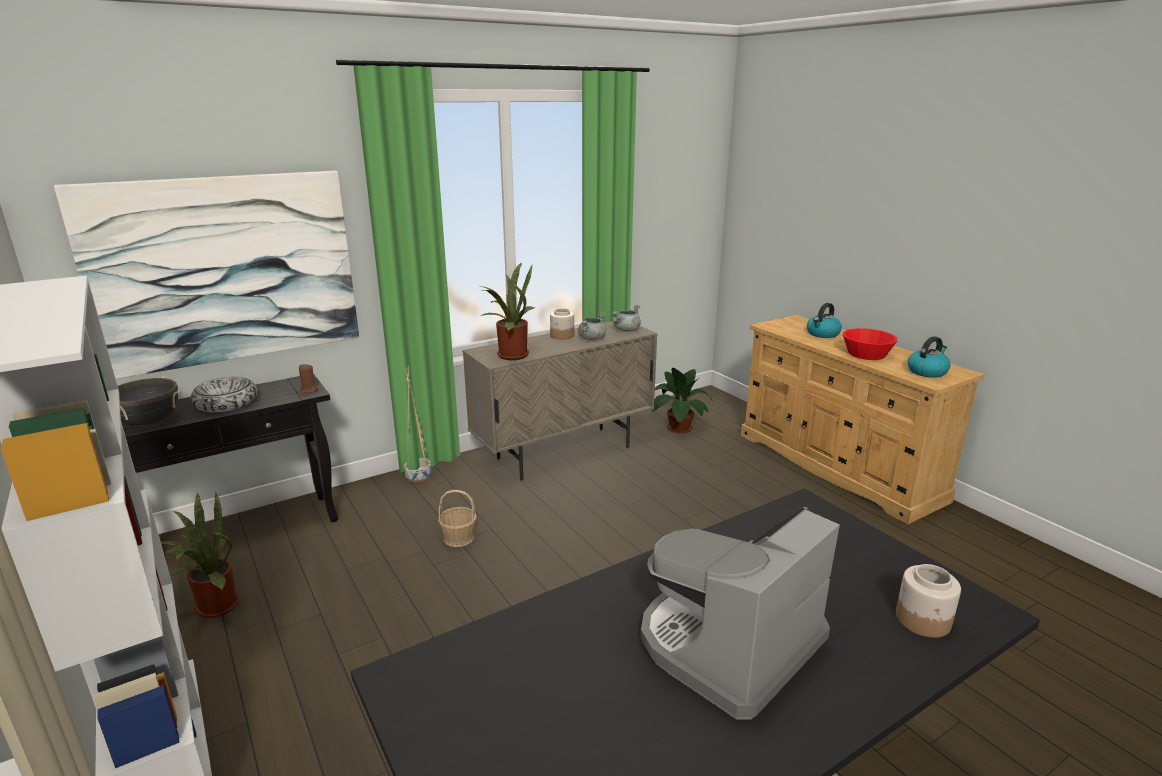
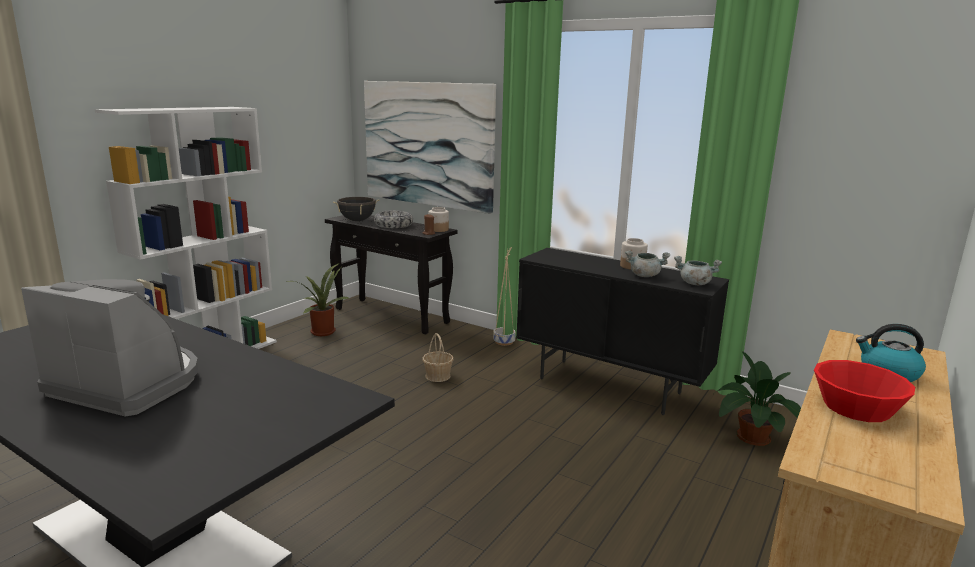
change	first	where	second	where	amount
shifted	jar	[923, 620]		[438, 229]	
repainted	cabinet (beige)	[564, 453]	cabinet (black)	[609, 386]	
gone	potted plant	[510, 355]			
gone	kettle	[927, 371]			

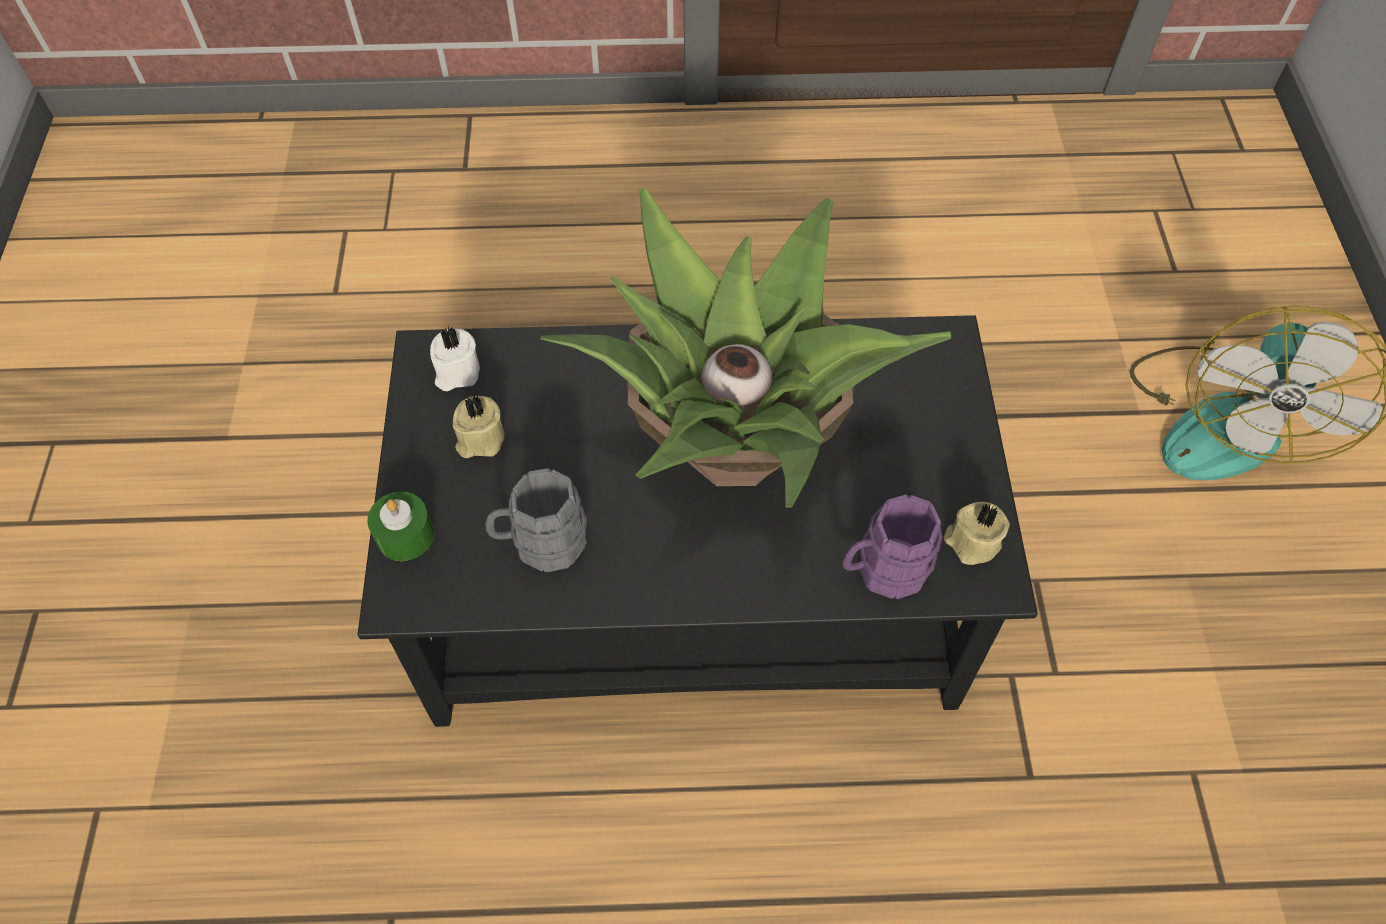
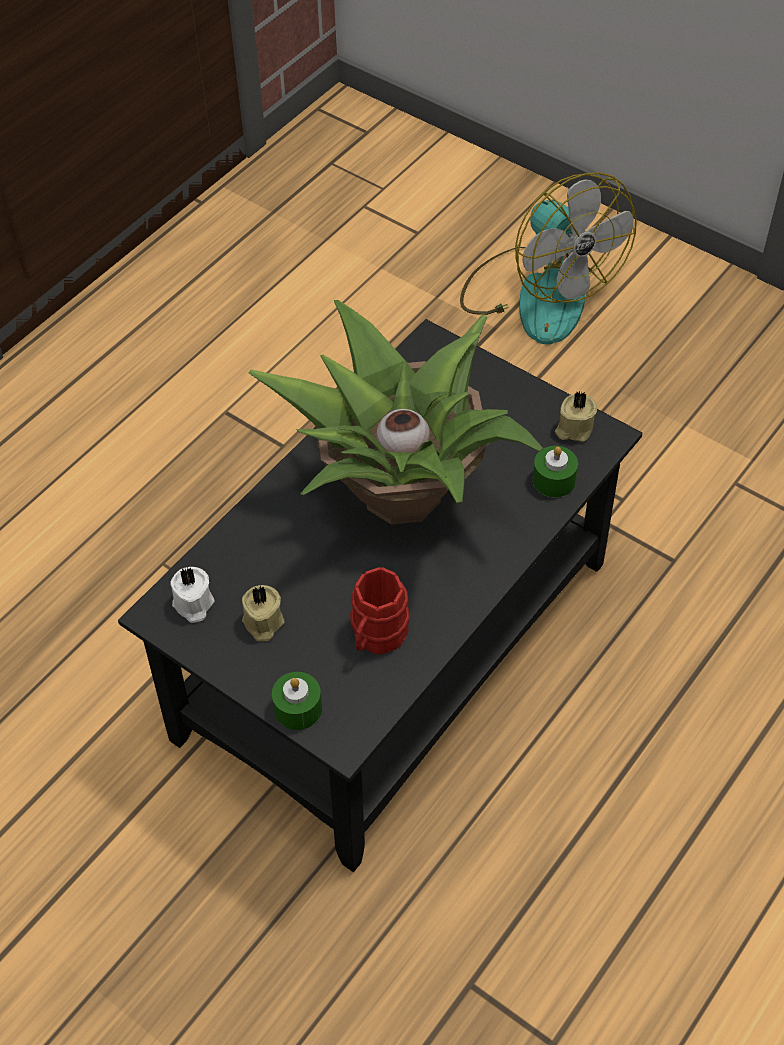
change	first	where	second	where	amount
repainted	mug (grey)	[541, 543]	mug (red)	[376, 636]	
swapped	mug (purple)	[883, 570]	candle (green)	[554, 480]	

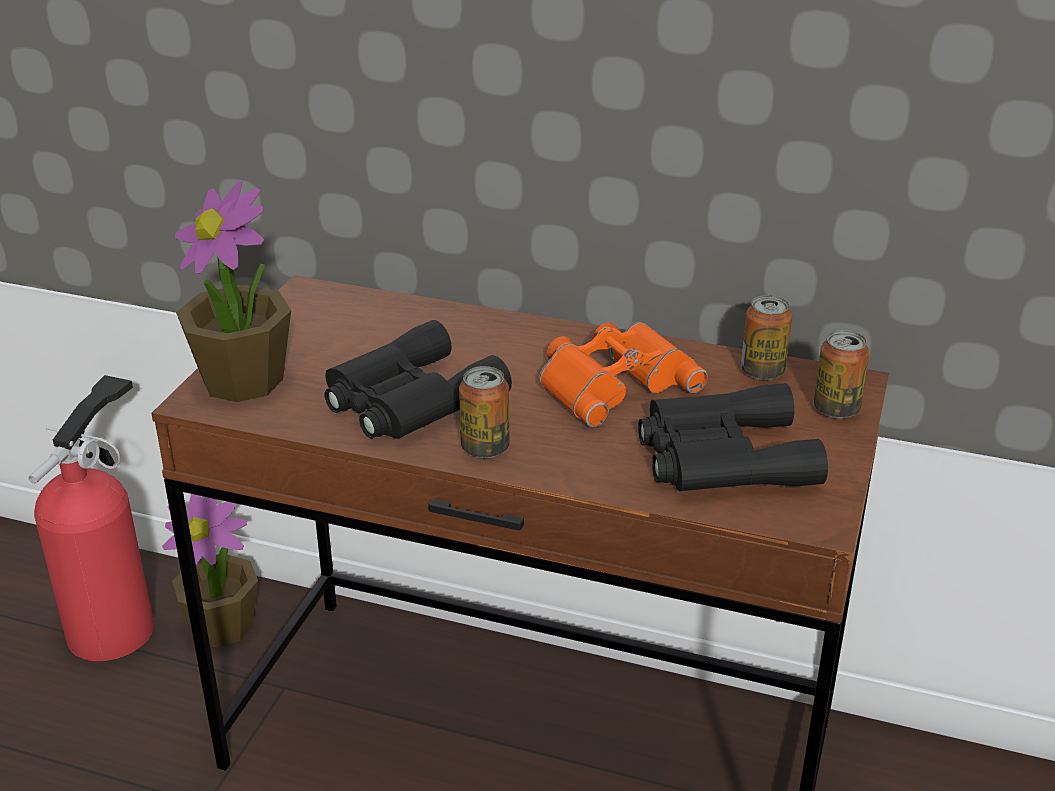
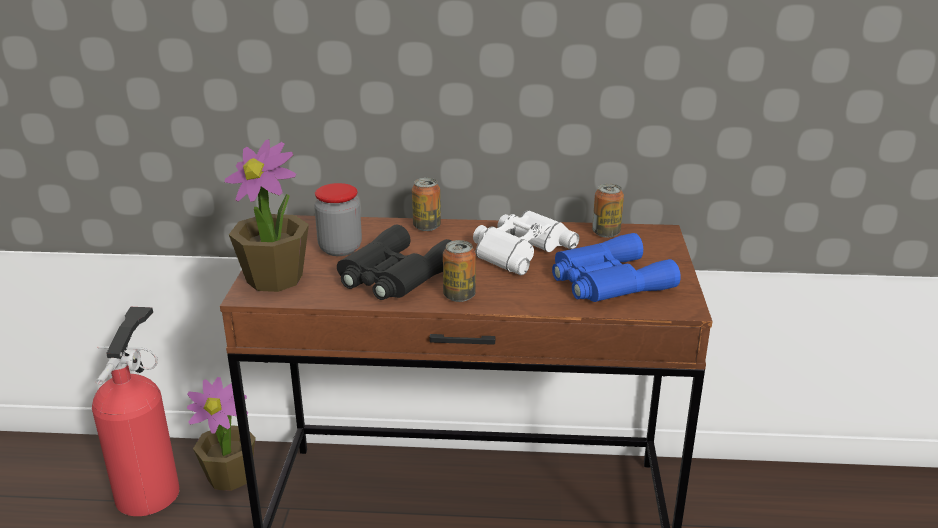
change	first	where	second	where	amount
new			jar	[340, 248]	
shifted	can	[836, 409]		[426, 226]	
repainted	binoculars (orange)	[613, 381]	binoculars (white)	[519, 249]	
repainted	binoculars (black)	[720, 456]	binoculars (blue)	[607, 281]	

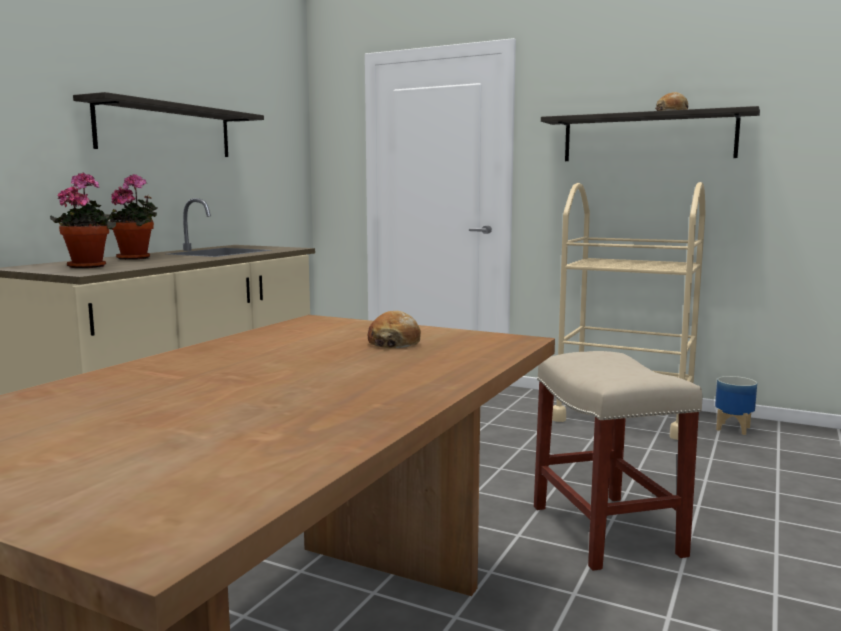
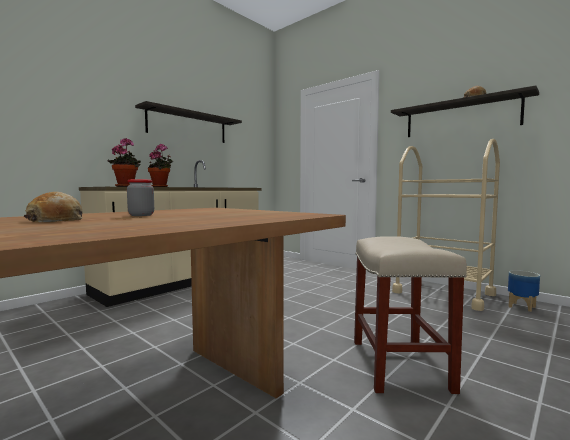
change	first	where	second	where	amount
shifted	bread	[394, 343]		[56, 220]	
new			jar	[141, 215]	

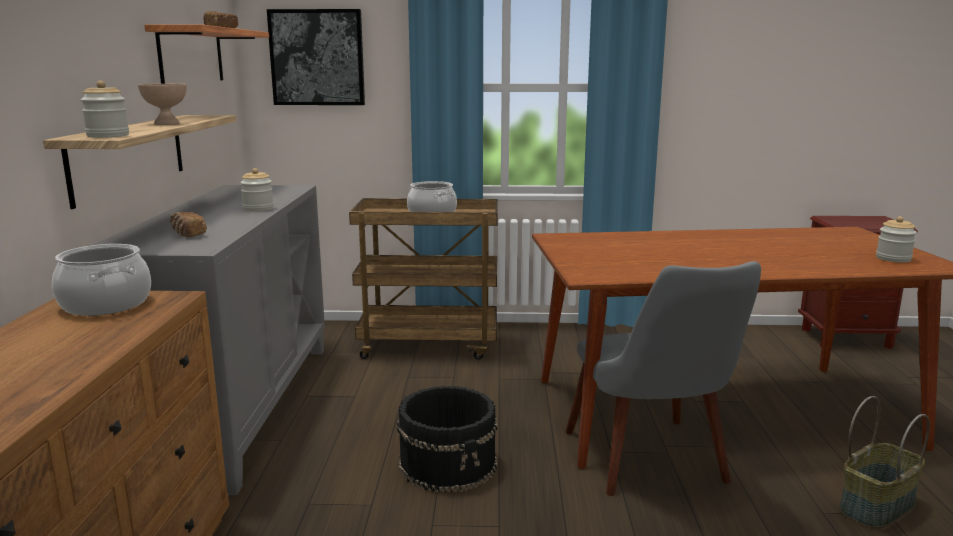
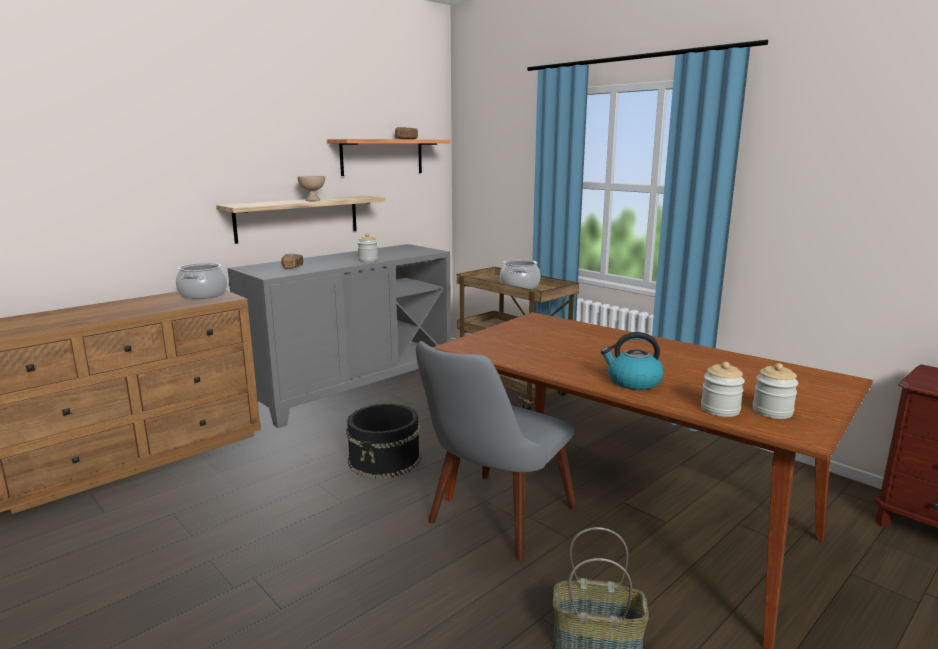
change	first	where	second	where	amount
new			kettle	[633, 382]	
shifted	jar	[108, 136]		[720, 409]	
gone	picture	[317, 57]			

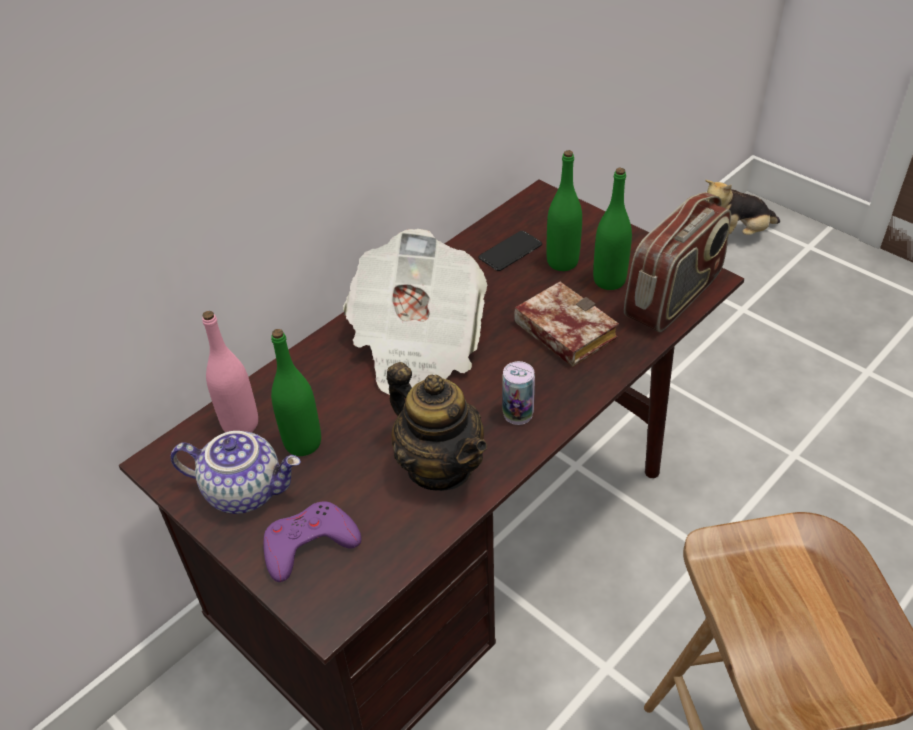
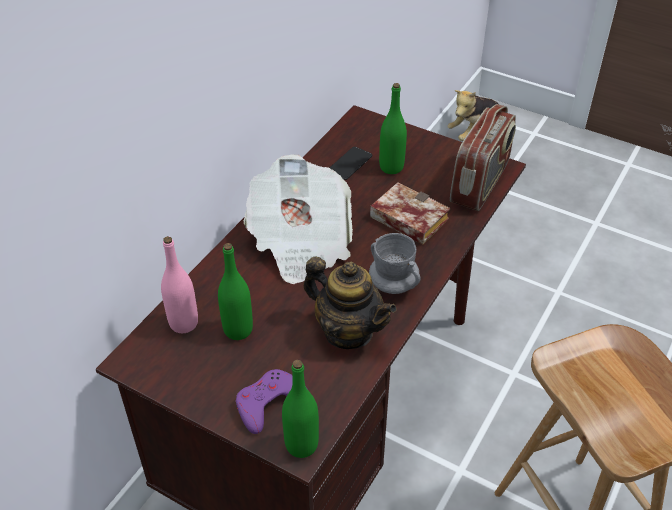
change	first	where	second	where	amount
shifted	bottle (green)	[609, 280]		[301, 445]	
swapped	can	[518, 414]	mug (grey)	[393, 284]	
gone	teapot	[246, 489]			

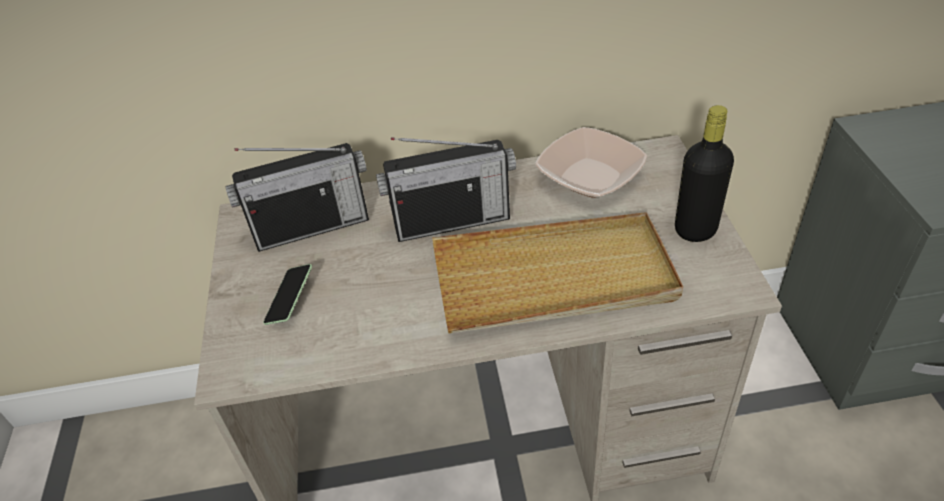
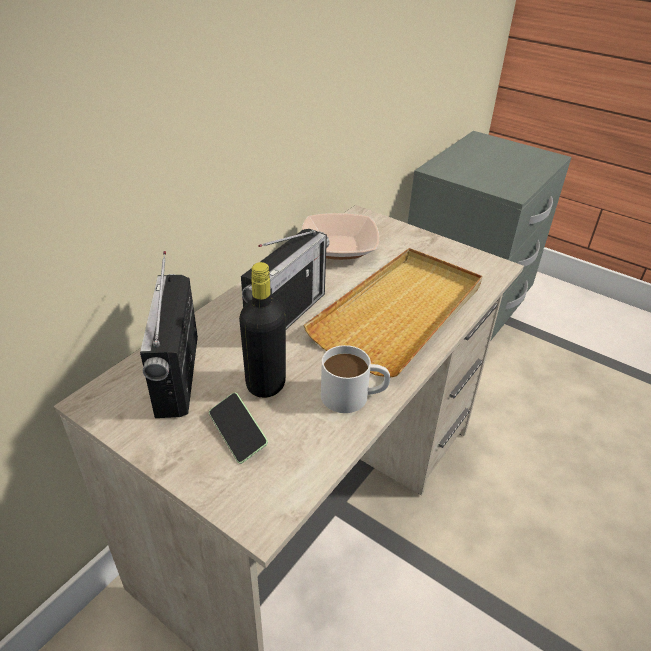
change	first	where	second	where	amount
rotated	radio	[311, 227]		[177, 375]	150 degrees clockwise
shifted	bottle (black)	[695, 230]		[265, 384]	
new			mug (white)	[354, 396]	

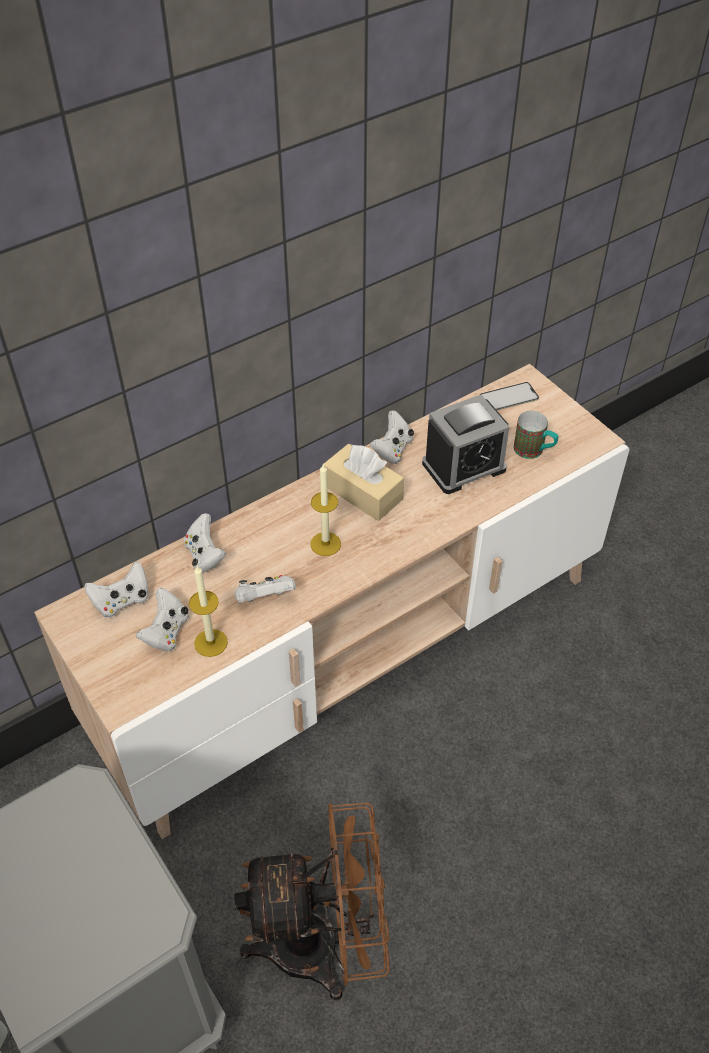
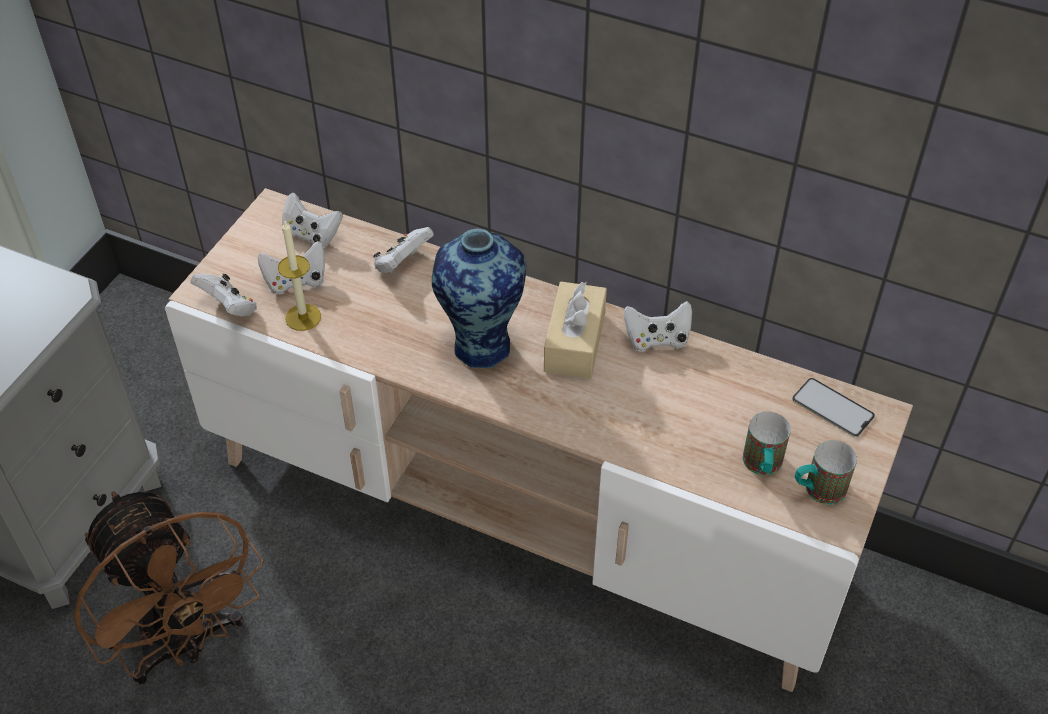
change	first	where	second	where	amount
shifted	game controller (white)	[265, 599]		[229, 308]	
swapped	candle	[325, 544]	vase	[482, 344]	
new			mug	[817, 490]	
gone	alarm clock	[464, 466]			

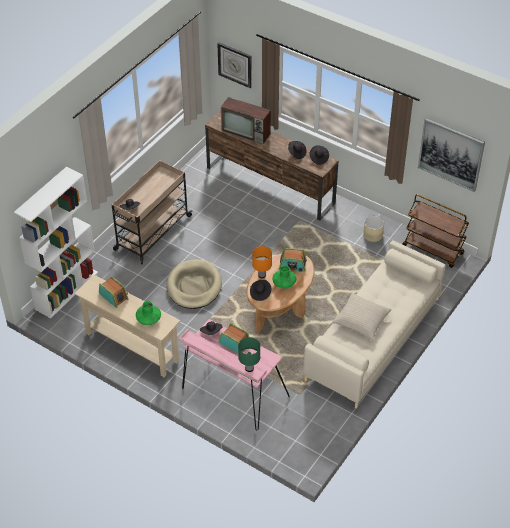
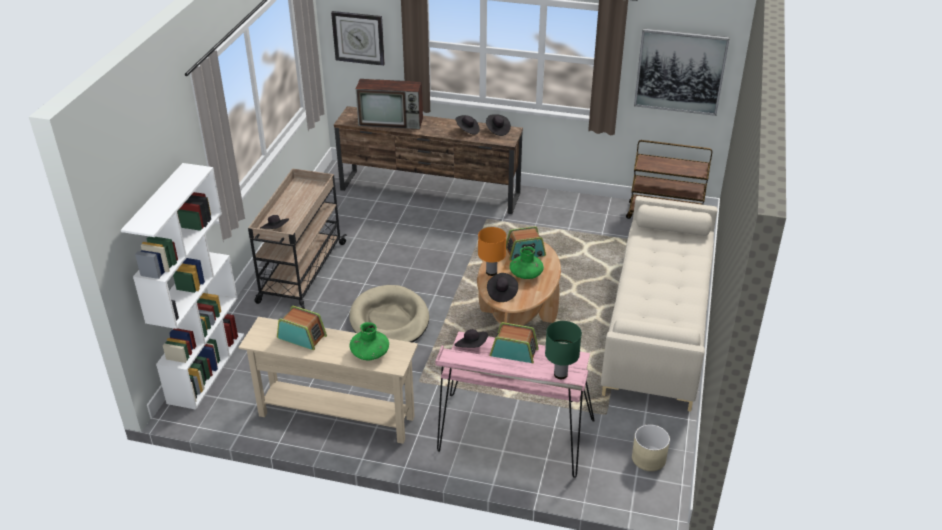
change	first	where	second	where	amount
shifted	planter (beige)	[373, 235]		[649, 458]	
gone	pillow (beige)	[361, 320]			

